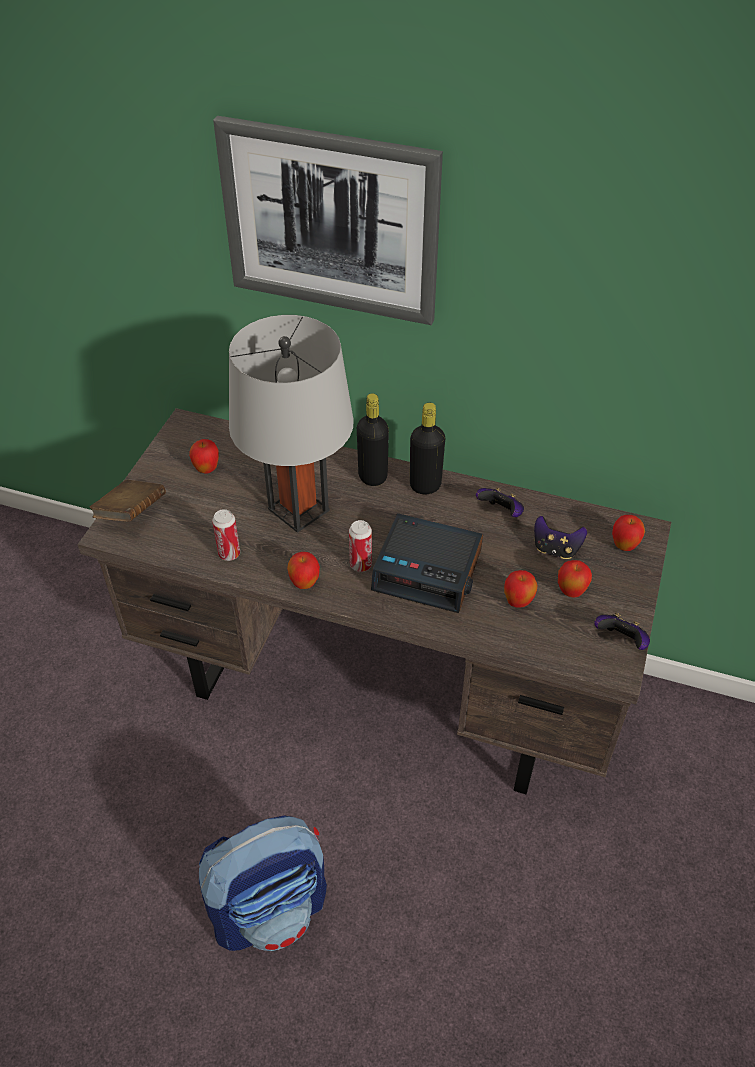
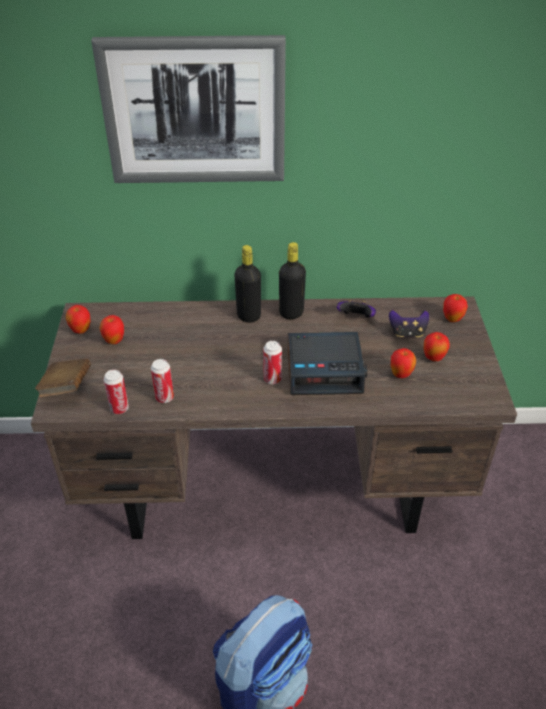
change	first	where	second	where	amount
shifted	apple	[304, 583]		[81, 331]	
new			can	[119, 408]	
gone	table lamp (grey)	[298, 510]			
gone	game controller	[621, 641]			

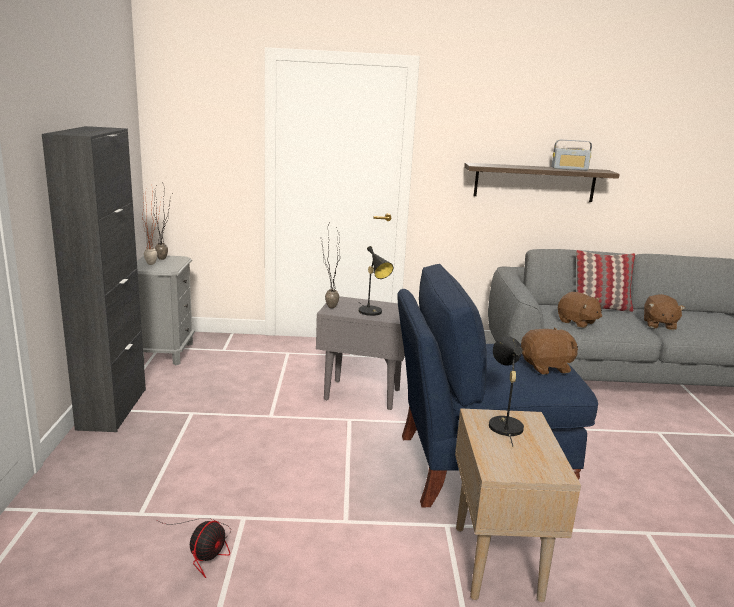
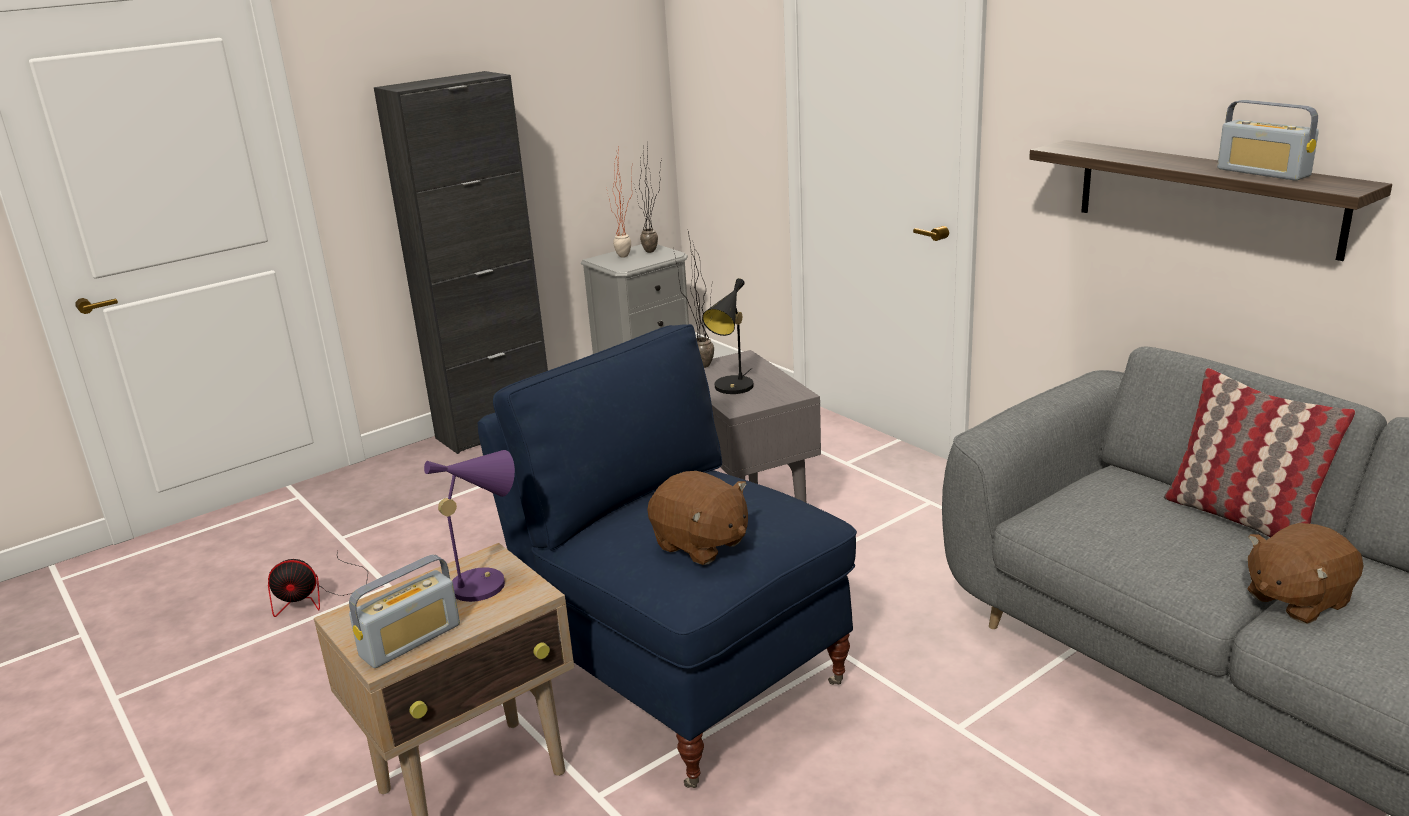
change	first	where	second	where	amount
new			radio	[410, 640]	
repainted	table lamp (black)	[503, 424]	table lamp (purple)	[485, 582]	
gone	plush toy (brown)	[577, 322]			

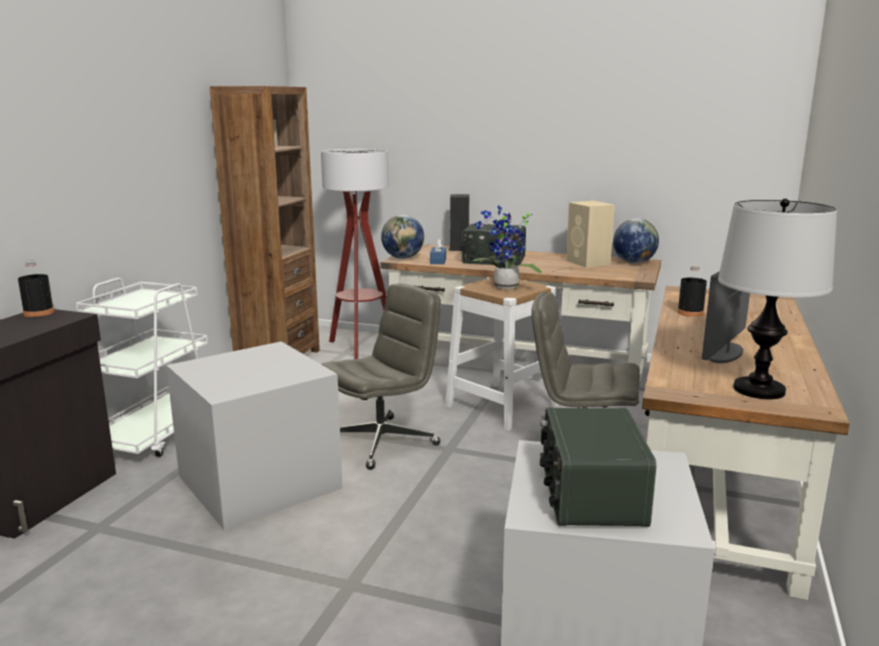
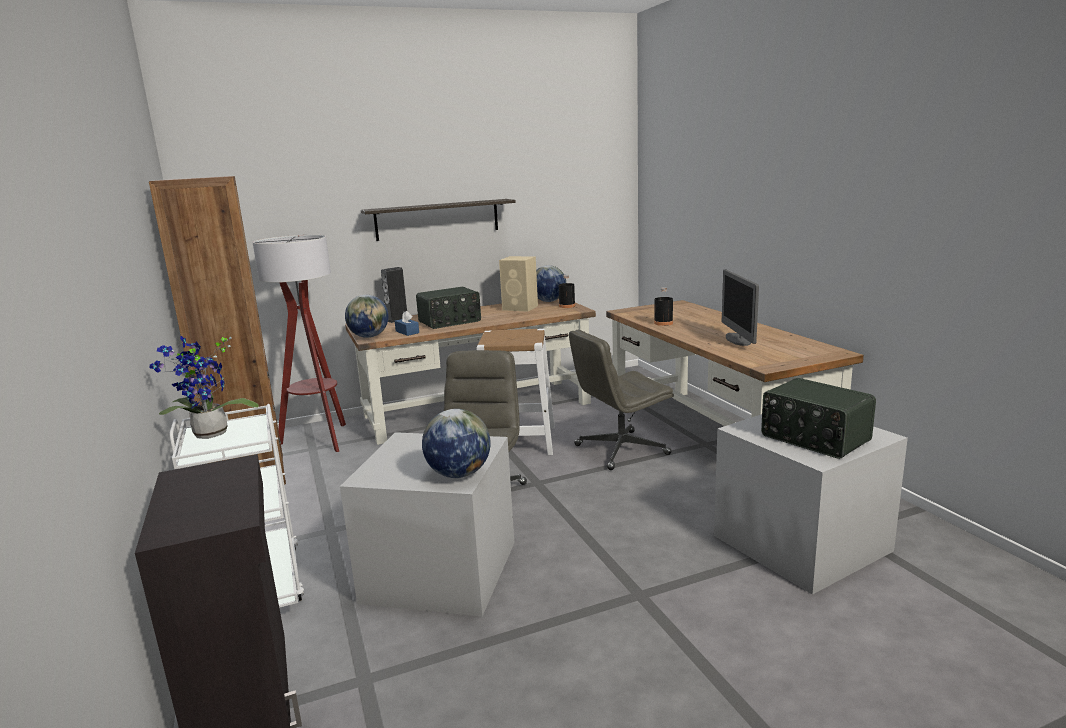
change	first	where	second	where	amount
shifted	potted plant	[504, 287]		[209, 435]	
new			shelf	[437, 219]	
new			globe	[459, 474]	
shifted	bottle (black)	[39, 313]		[567, 306]	
gone	table lamp	[759, 390]			

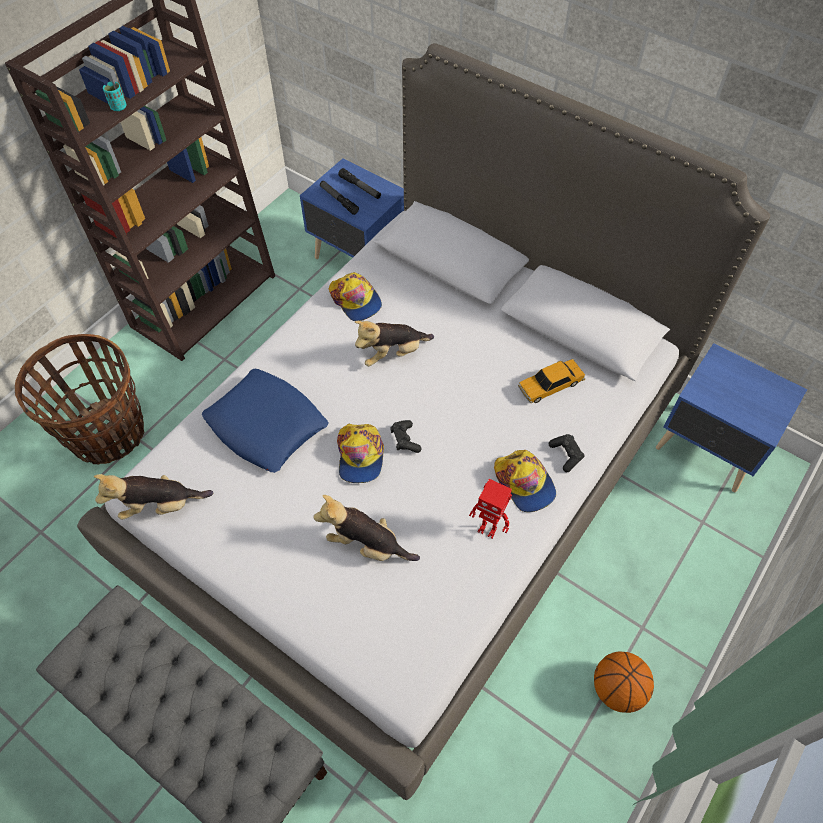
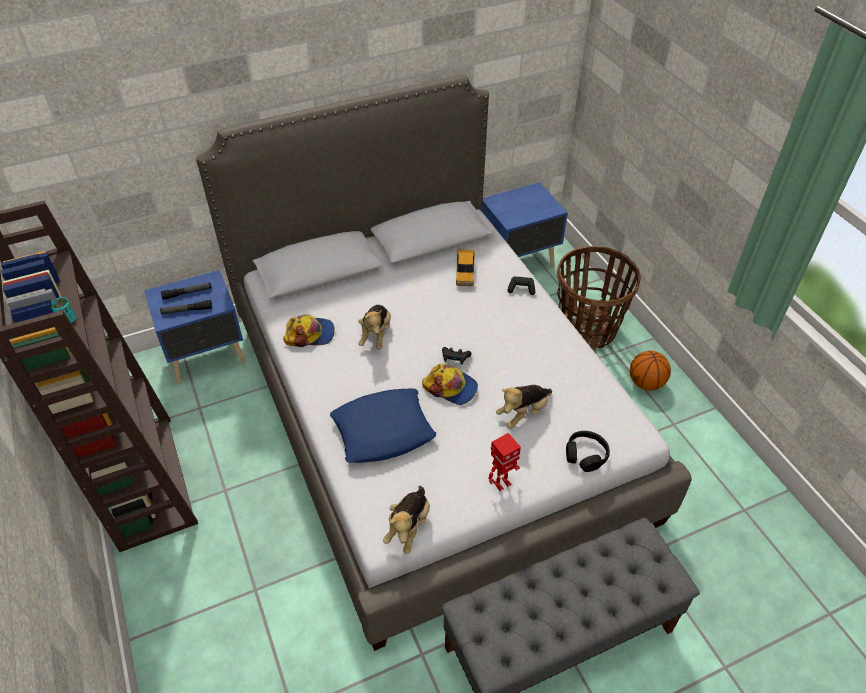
change	first	where	second	where	amount
shifted	toy robot	[488, 529]		[501, 483]	
shifted	basket	[107, 434]		[587, 329]	
new			headphones (black)	[585, 455]	
gone	cap	[524, 483]			

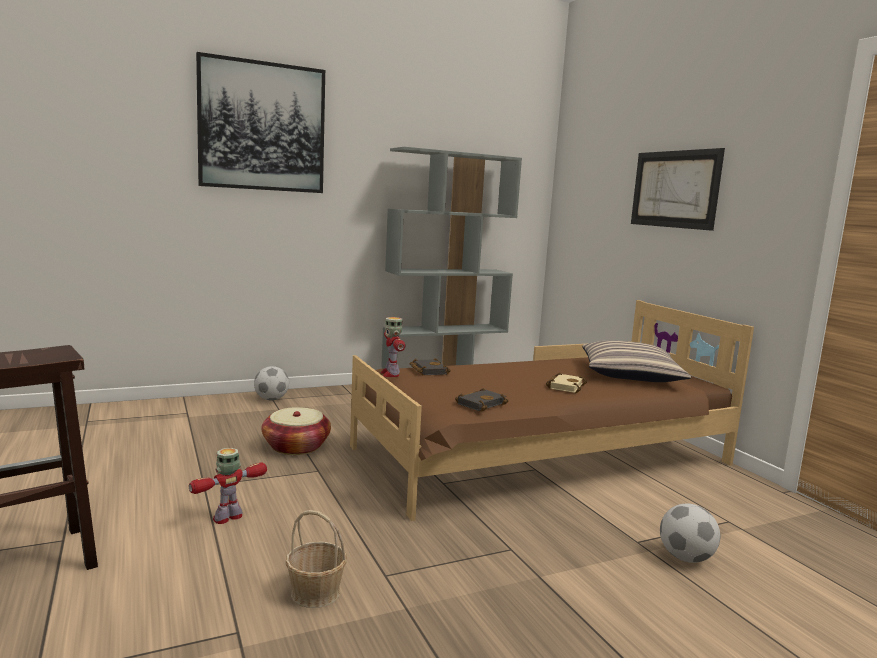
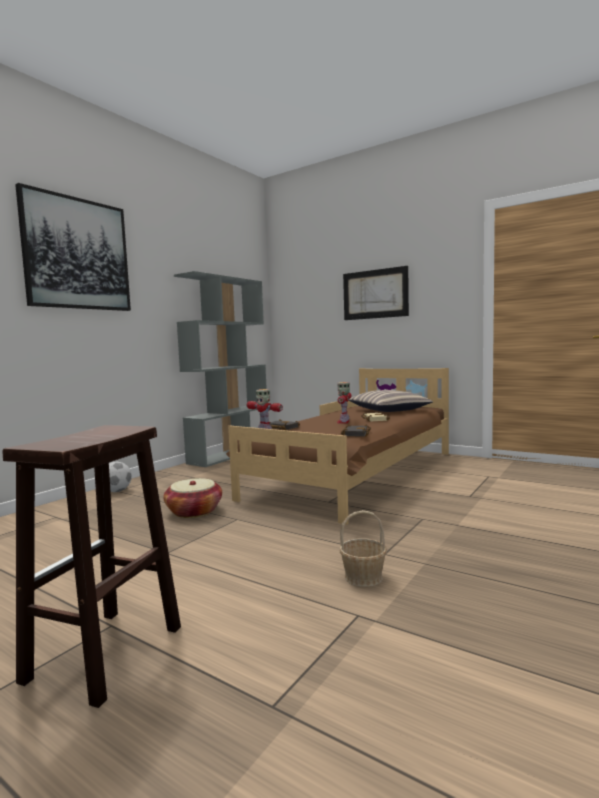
change	first	where	second	where	amount
shifted	toy robot	[228, 517]		[344, 422]	
gone	football	[686, 558]			

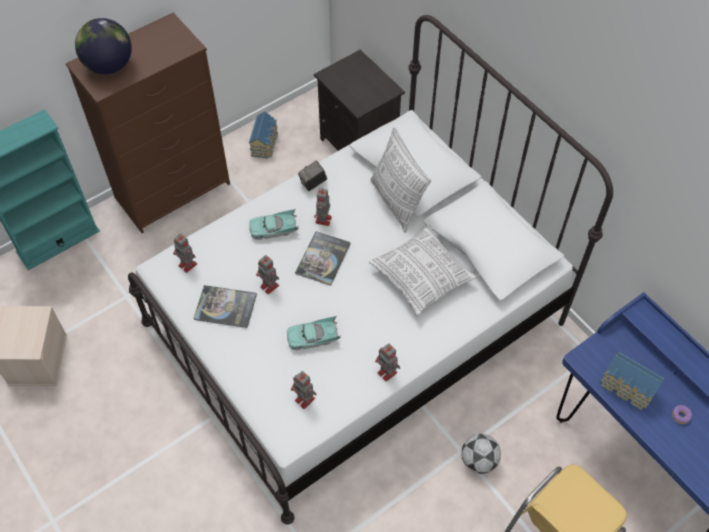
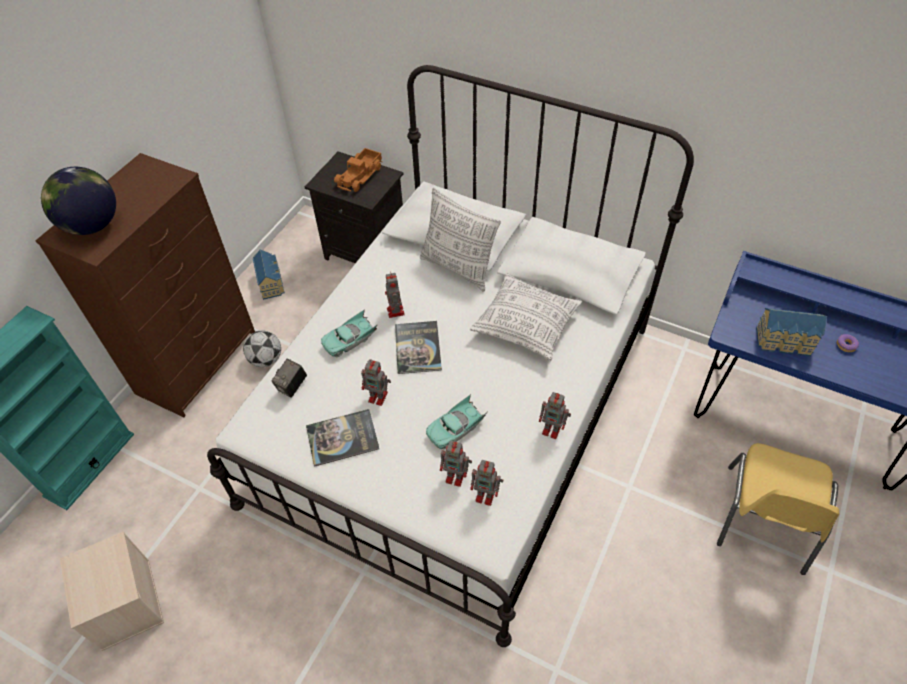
change	first	where	second	where	amount
shifted	football	[478, 461]		[266, 359]	
shifted	photo camera	[313, 183]		[292, 386]	
new			toy truck	[360, 176]	
shifted	toy robot	[188, 265]		[456, 477]	

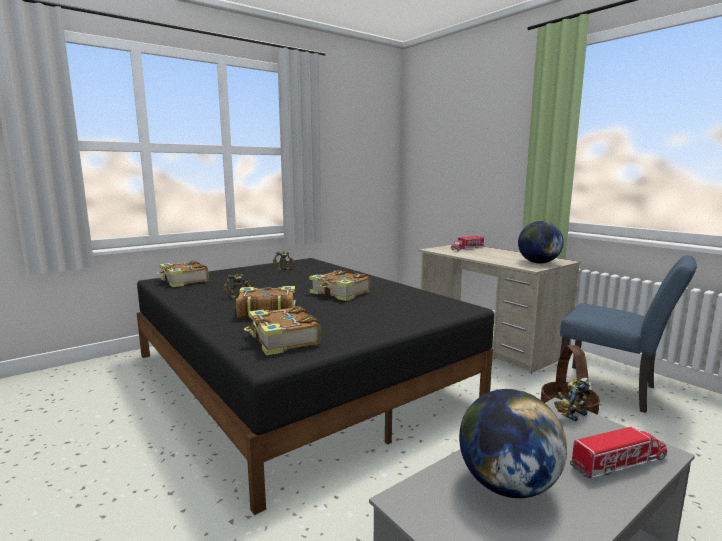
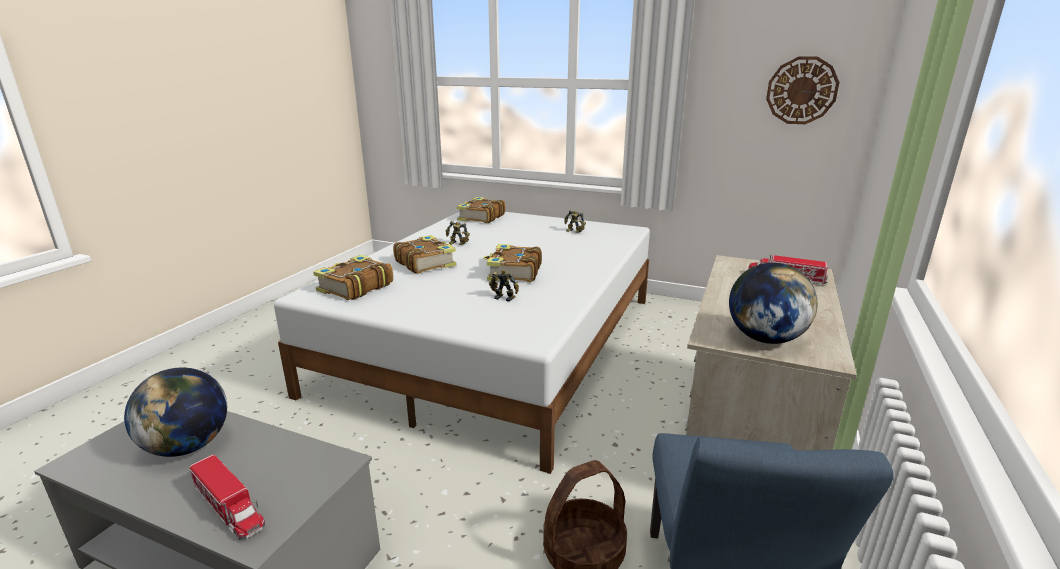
change	first	where	second	where	amount
repainted	bed (black)	[297, 376]	bed (white)	[497, 342]	
shifted	toy robot	[571, 413]		[505, 297]	
new			wall clock	[801, 90]	

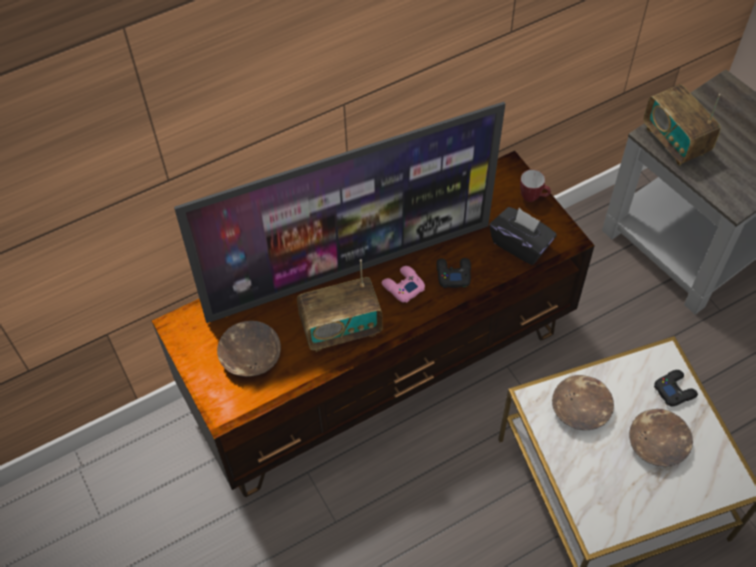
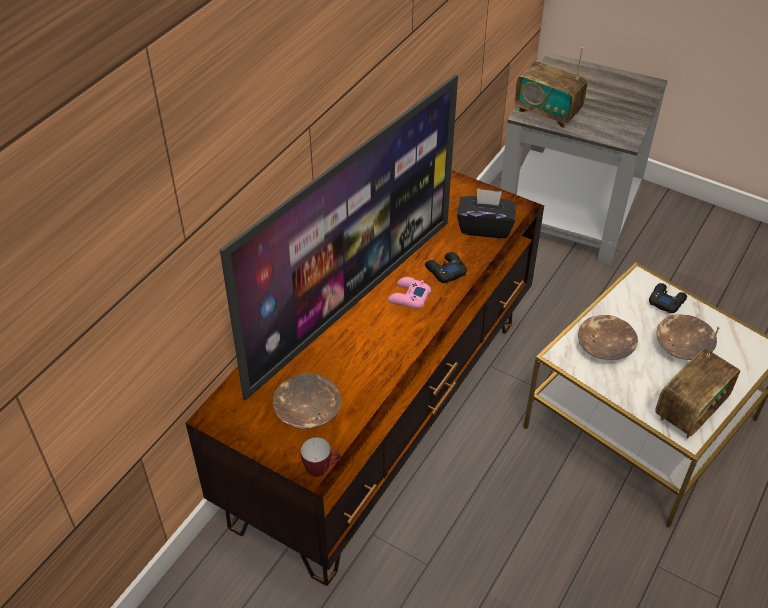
change	first	where	second	where	amount
shifted	mug	[533, 197]		[321, 469]	
shifted	radio	[341, 329]		[690, 410]	

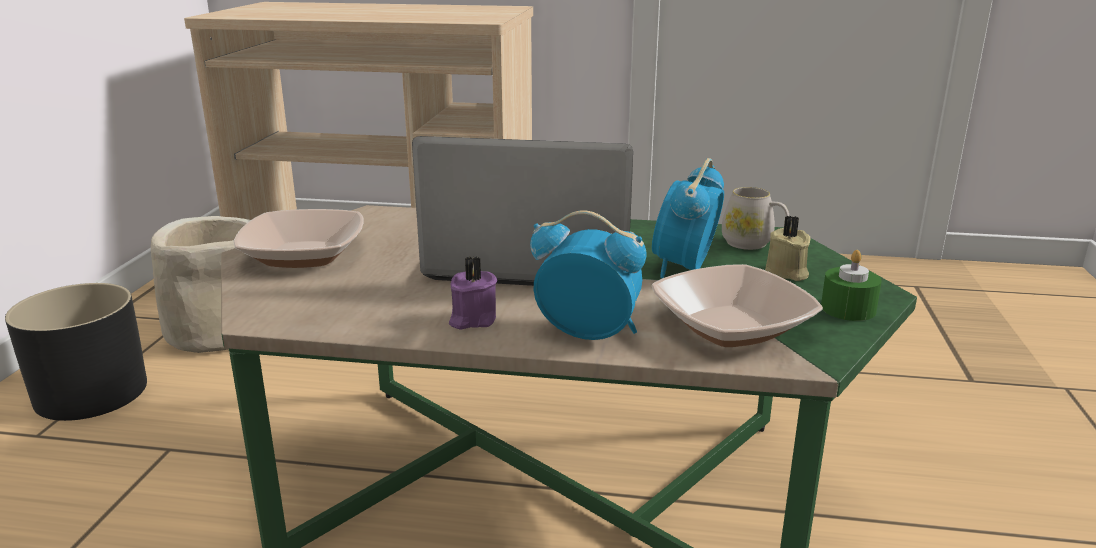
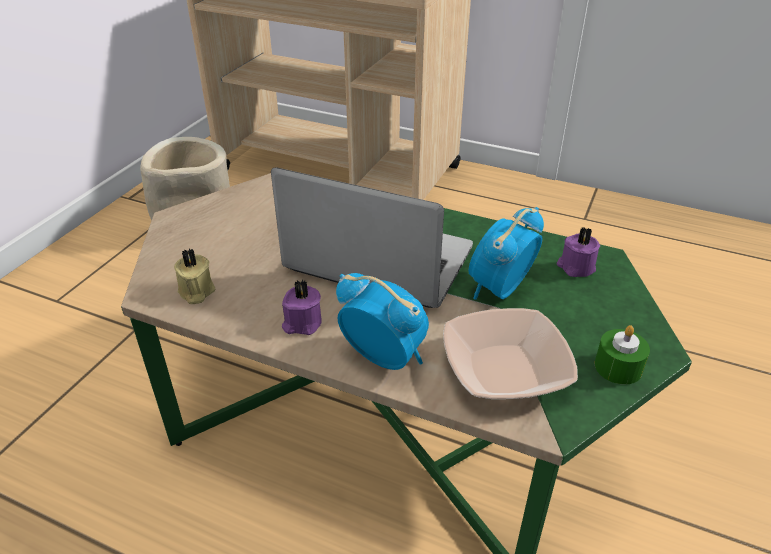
change	first	where	second	where	amount
shifted	candle (beige)	[786, 273]		[196, 292]	
swapped	mug (white)	[753, 244]	candle (purple)	[575, 267]	
gone	planter (black)	[92, 392]			
gone	bowl	[304, 255]			

